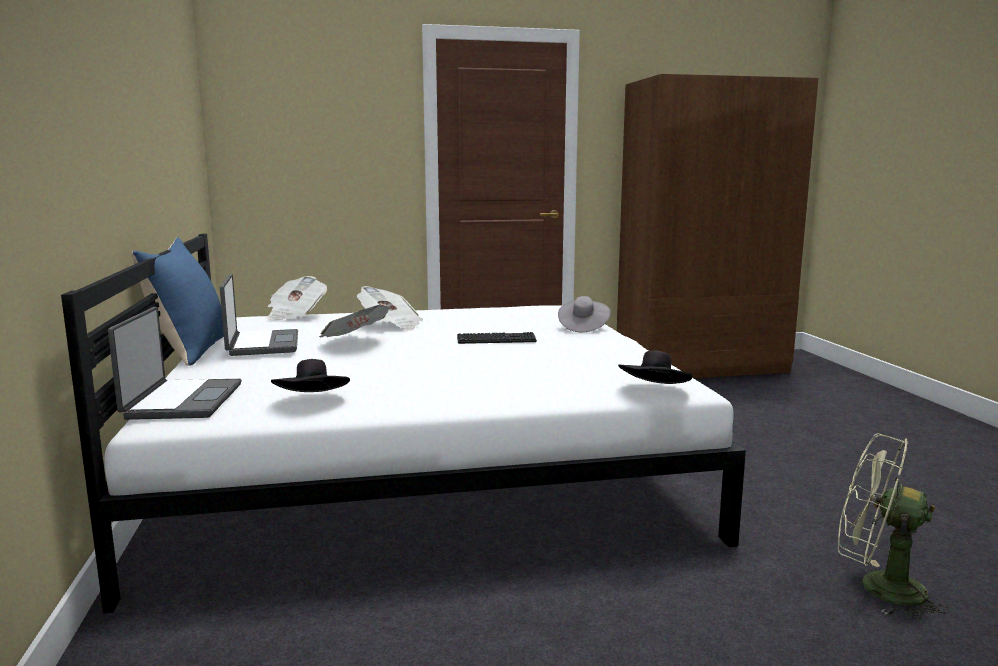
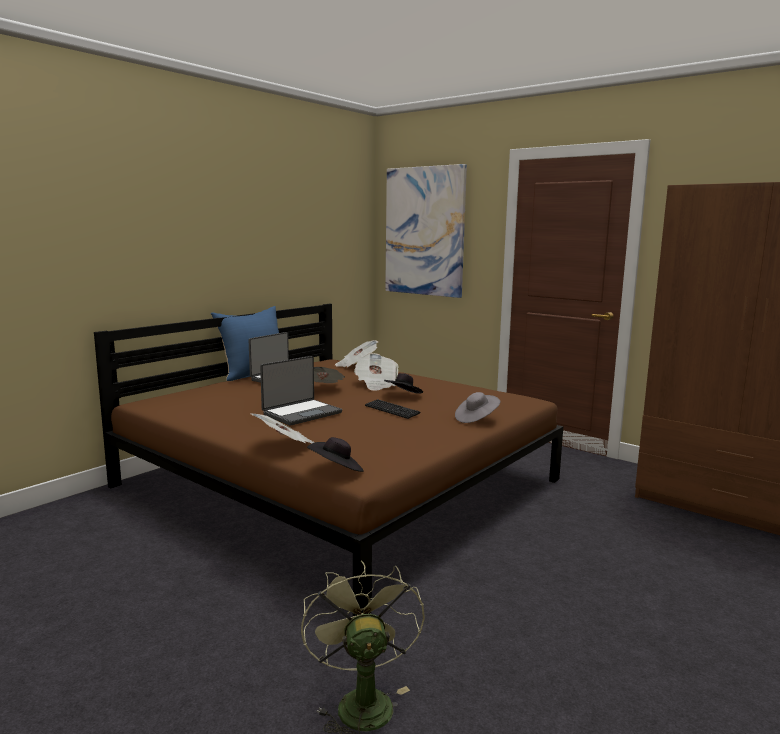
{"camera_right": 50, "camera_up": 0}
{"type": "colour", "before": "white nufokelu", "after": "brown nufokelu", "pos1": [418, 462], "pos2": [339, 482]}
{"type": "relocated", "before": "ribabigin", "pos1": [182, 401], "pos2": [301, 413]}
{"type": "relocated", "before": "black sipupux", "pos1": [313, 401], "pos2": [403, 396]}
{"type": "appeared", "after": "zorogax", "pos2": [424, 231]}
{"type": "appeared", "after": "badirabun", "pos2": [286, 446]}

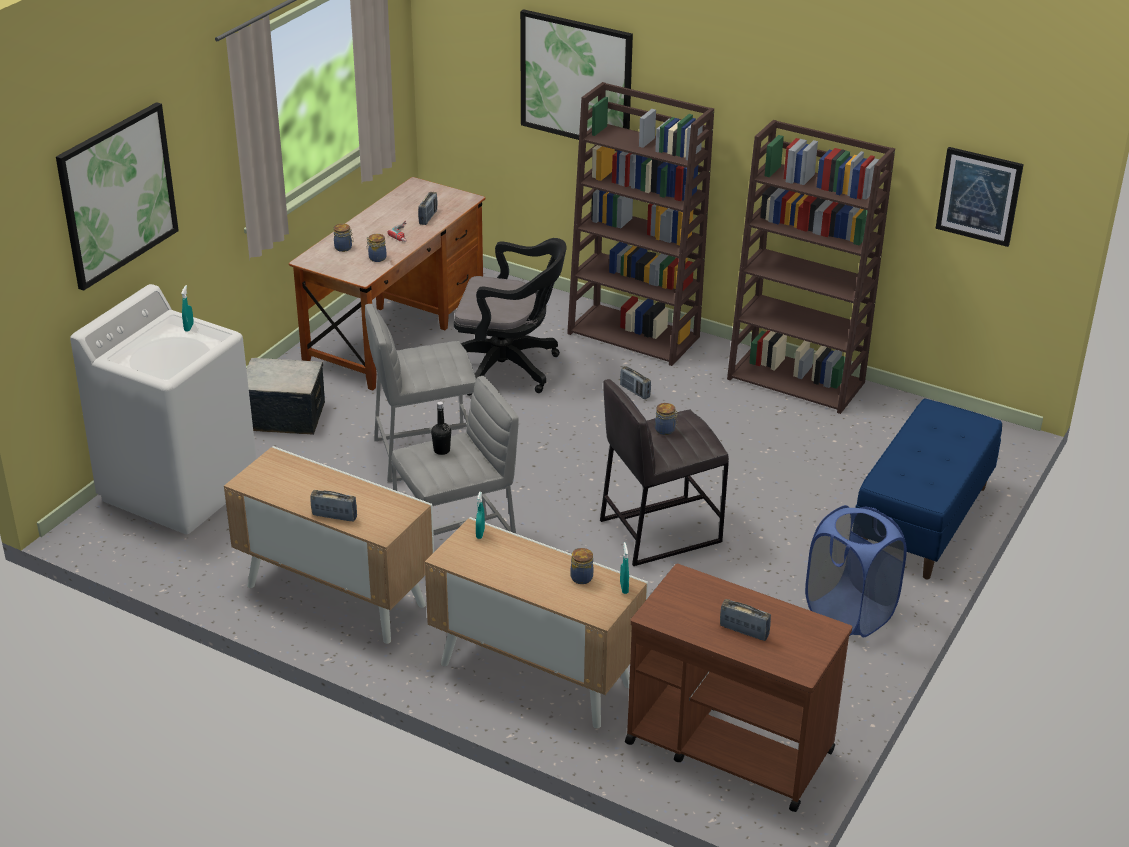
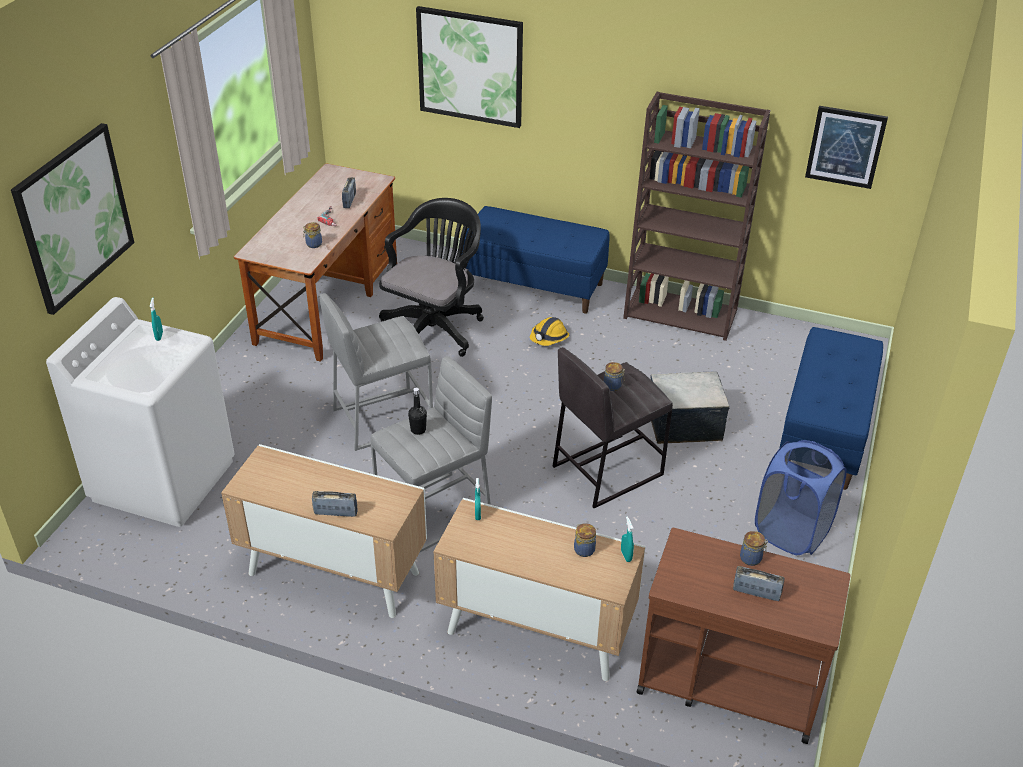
{"camera_right": -10, "camera_up": 5}
{"type": "exchanged", "before": "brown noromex", "after": "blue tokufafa", "pos1": [635, 335], "pos2": [535, 285]}
{"type": "relocated", "before": "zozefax", "pos1": [344, 248], "pos2": [751, 558]}
{"type": "spun", "before": "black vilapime", "pos1": [508, 368], "pos2": [435, 327], "turn": -60}
{"type": "relocated", "before": "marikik", "pos1": [284, 416], "pos2": [684, 424]}
{"type": "exchanged", "before": "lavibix", "after": "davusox", "pos1": [634, 391], "pos2": [549, 338]}

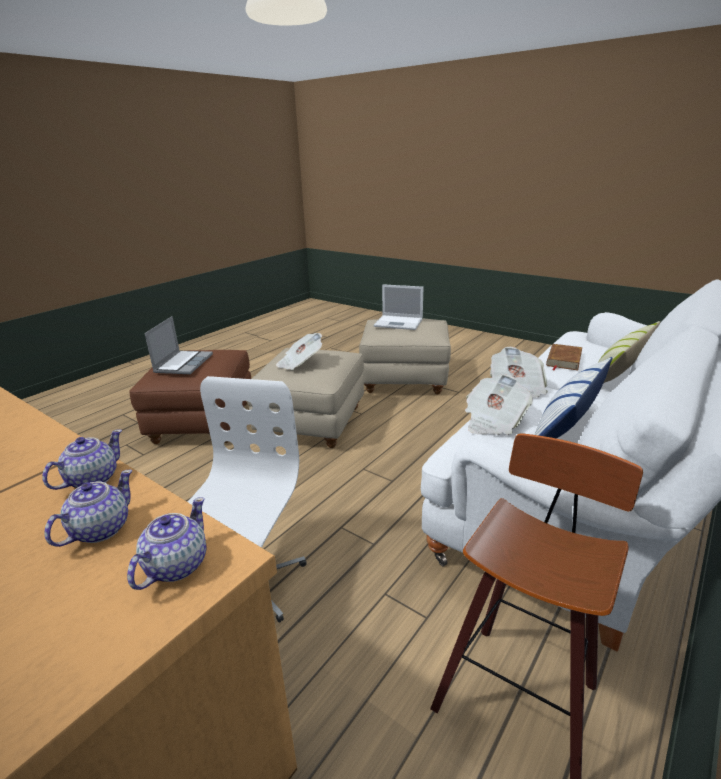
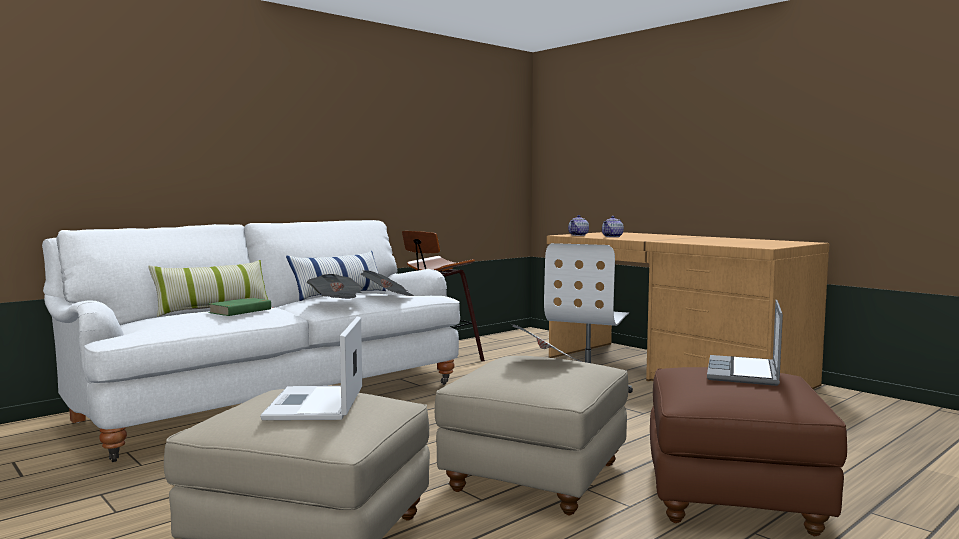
{"camera_right": -170, "camera_up": -20}
{"type": "spun", "before": "ribabigin", "pos1": [399, 323], "pos2": [315, 405], "turn": -120}
{"type": "colour", "before": "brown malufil", "after": "green malufil", "pos1": [563, 360], "pos2": [240, 311]}
{"type": "missing", "before": "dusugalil", "pos1": [92, 479]}

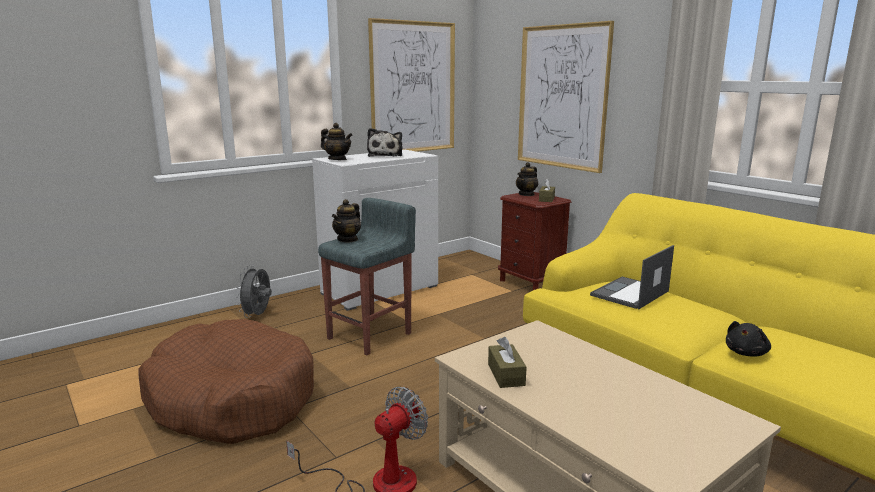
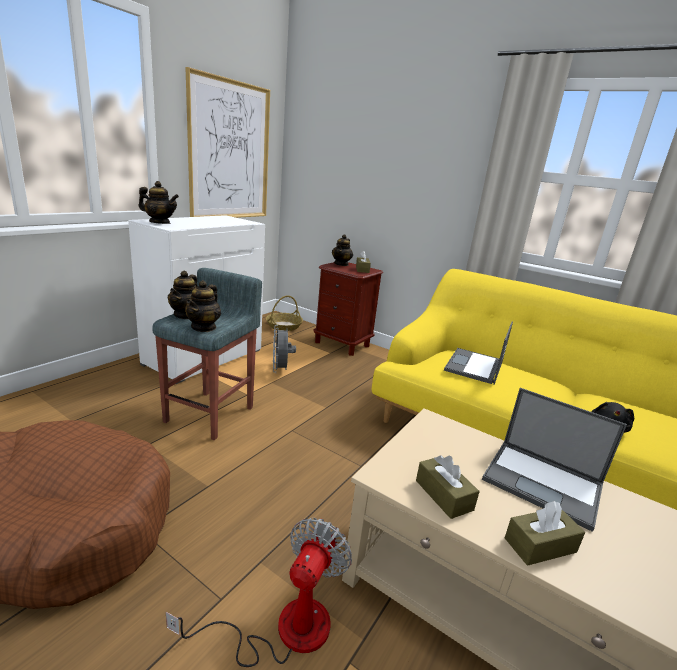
{"camera_right": -20, "camera_up": 5}
{"type": "missing", "before": "zorogax", "pos1": [562, 97]}
{"type": "missing", "before": "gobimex", "pos1": [386, 155]}
{"type": "relocated", "before": "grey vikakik", "pos1": [258, 315], "pos2": [280, 370]}
{"type": "appeared", "after": "dusugalil", "pos2": [204, 327]}
{"type": "appeared", "after": "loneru", "pos2": [284, 326]}
{"type": "appeared", "after": "ribabigin", "pos2": [544, 483]}
{"type": "appeared", "after": "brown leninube", "pos2": [540, 545]}

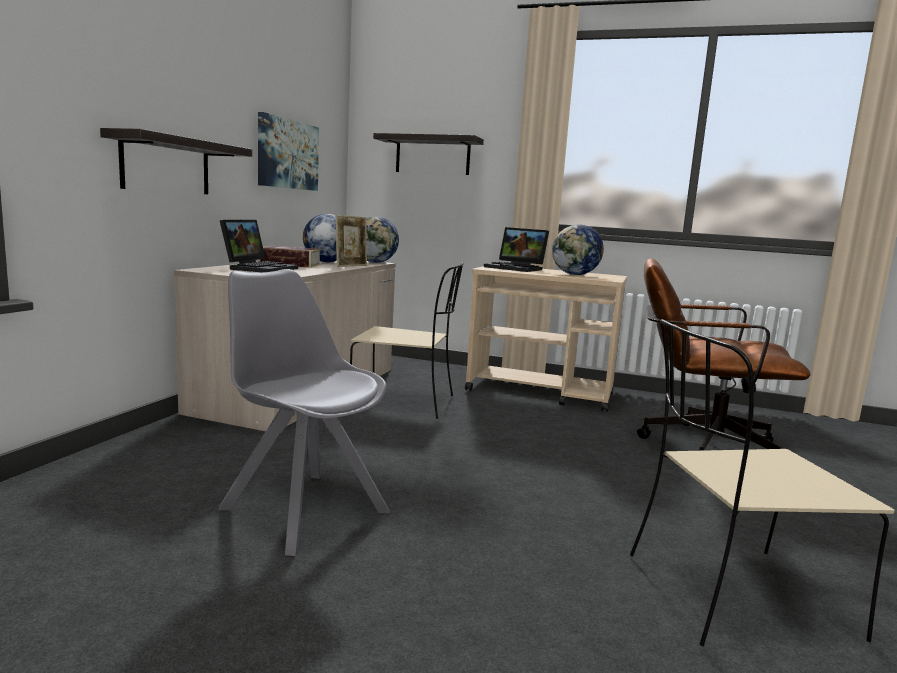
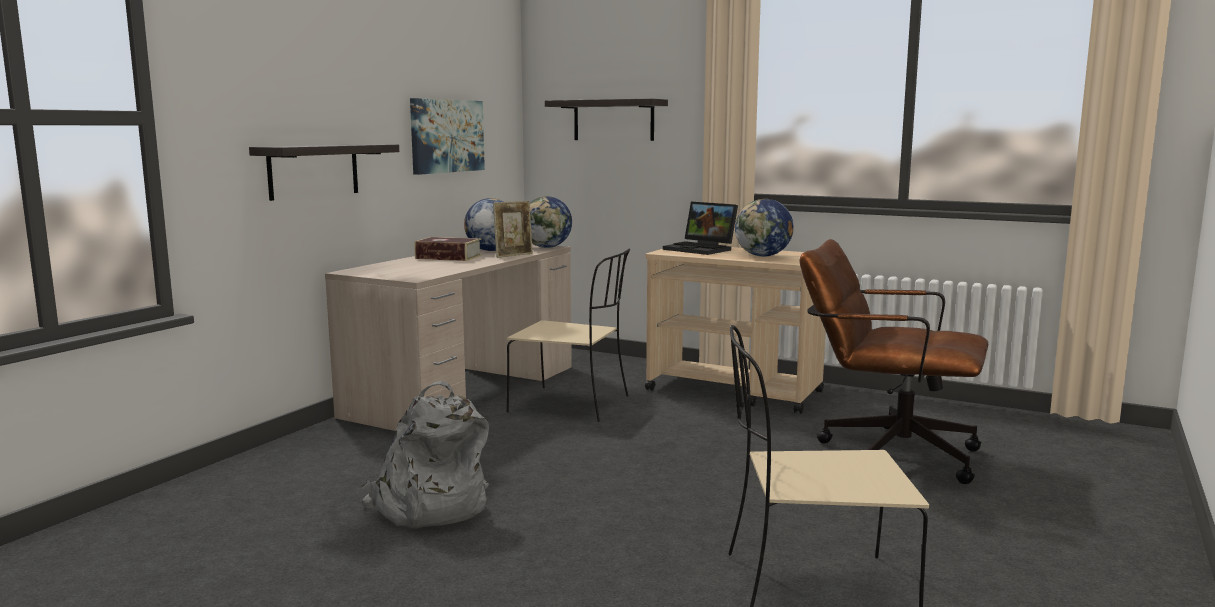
{"camera_right": 10, "camera_up": 0}
{"type": "missing", "before": "ribabigin", "pos1": [259, 268]}
{"type": "exchanged", "before": "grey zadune", "after": "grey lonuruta", "pos1": [302, 508], "pos2": [429, 507]}

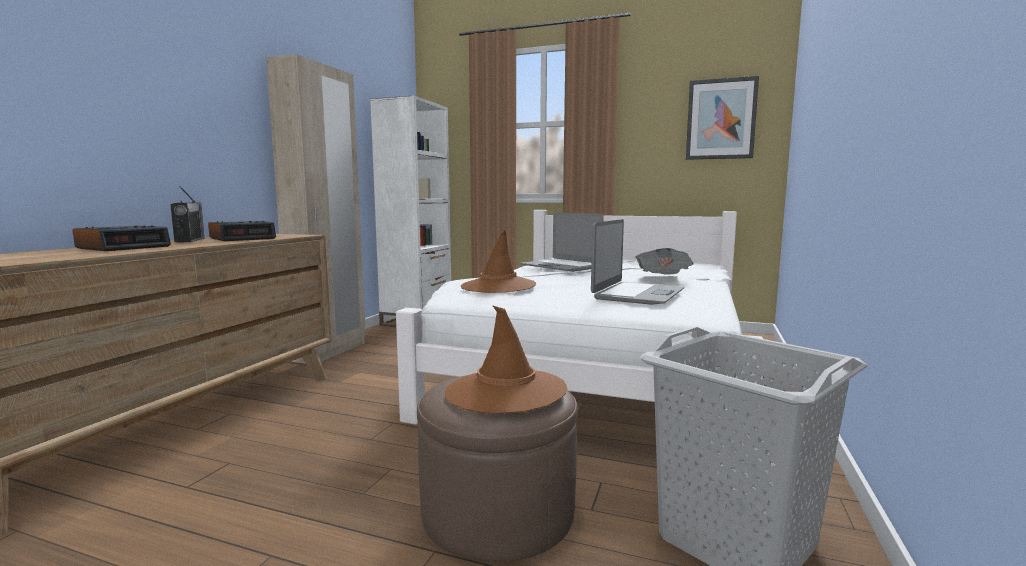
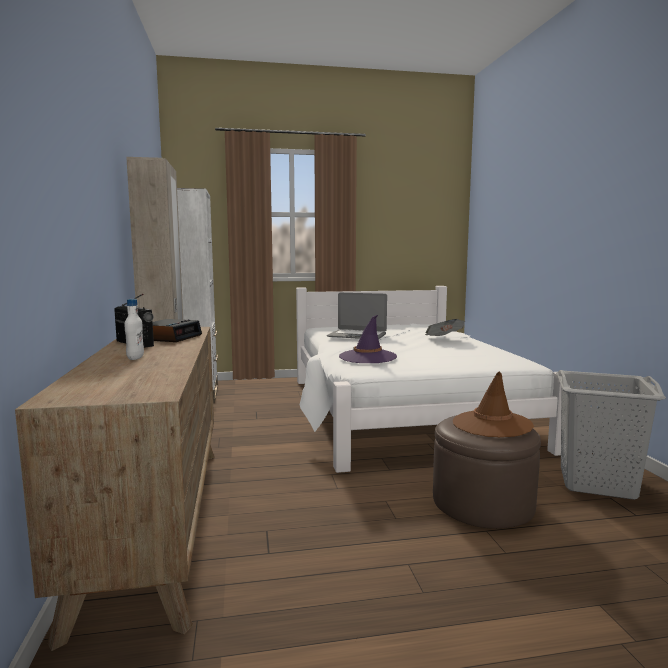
{"camera_right": -30, "camera_up": 0}
{"type": "missing", "before": "zorogax", "pos1": [721, 119]}
{"type": "missing", "before": "ribabigin", "pos1": [637, 294]}
{"type": "exchanged", "before": "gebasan", "after": "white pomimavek", "pos1": [124, 247], "pos2": [135, 358]}
{"type": "colour", "before": "brown sipupux", "after": "purple sipupux", "pos1": [498, 286], "pos2": [367, 357]}

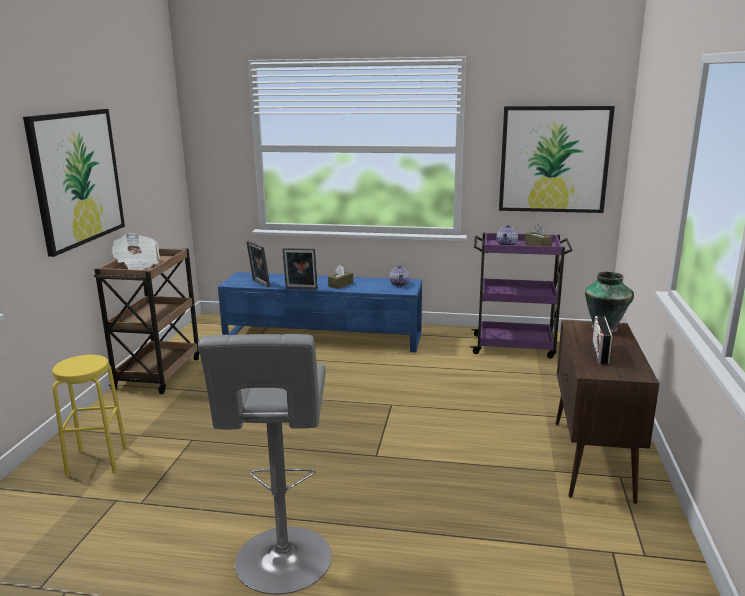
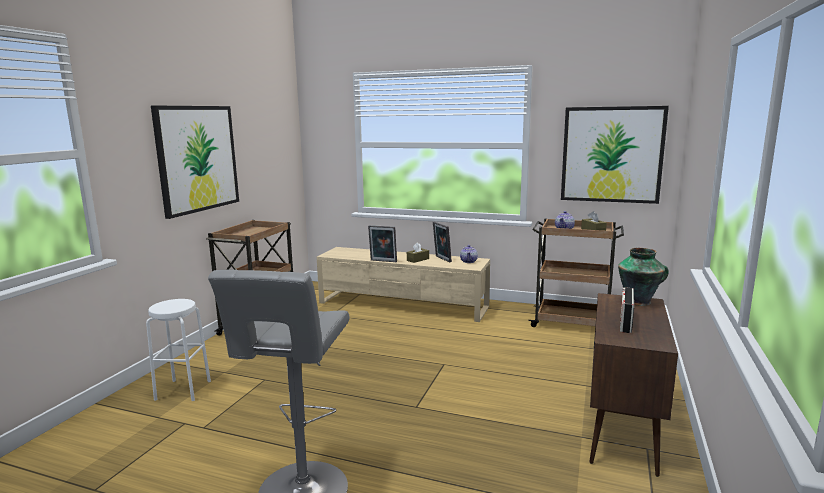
{"camera_right": 10, "camera_up": -5}
{"type": "missing", "before": "badirabun", "pos1": [137, 265]}
{"type": "colour", "before": "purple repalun", "after": "brown repalun", "pos1": [515, 346], "pos2": [572, 323]}
{"type": "relocated", "before": "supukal", "pos1": [259, 283], "pos2": [442, 259]}
{"type": "colour", "before": "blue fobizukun", "after": "beige fobizukun", "pos1": [324, 337], "pos2": [403, 305]}
{"type": "colour", "before": "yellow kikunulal", "after": "white kikunulal", "pos1": [97, 461], "pos2": [183, 390]}

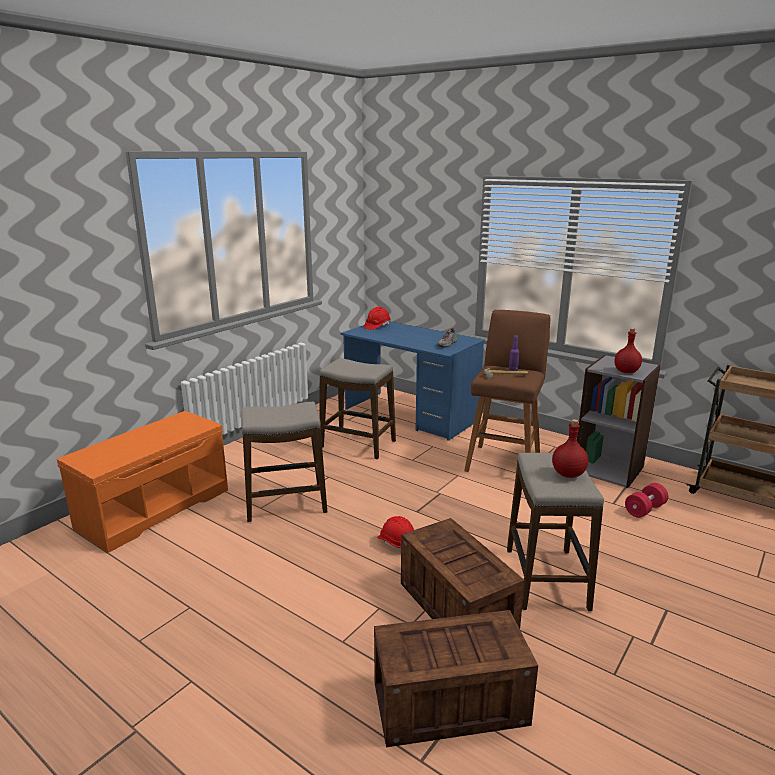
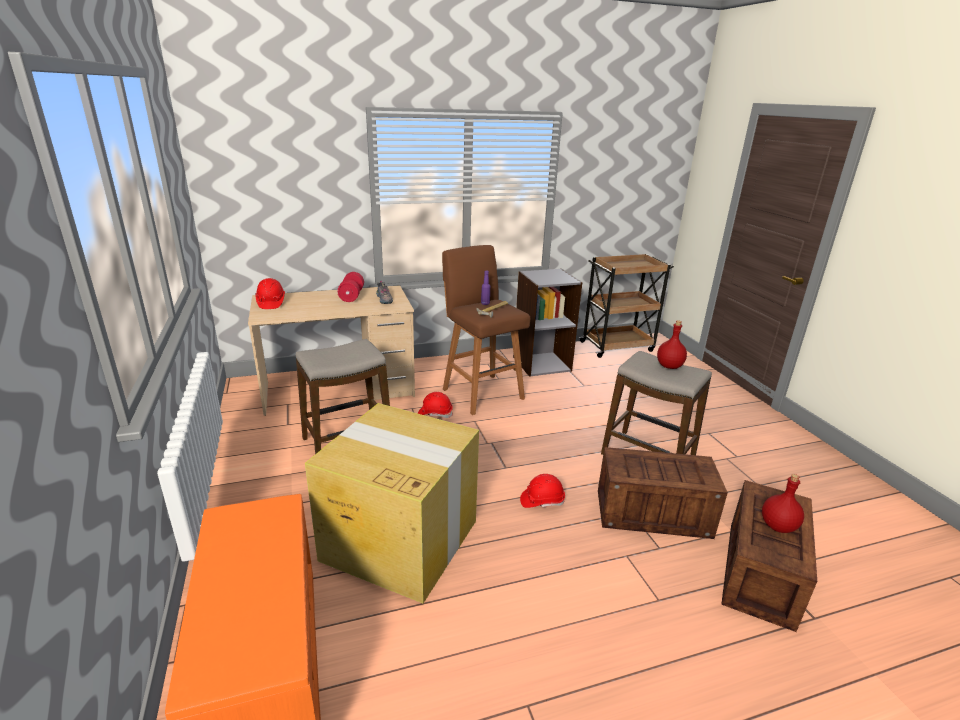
{"camera_right": -55, "camera_up": 5}
{"type": "colour", "before": "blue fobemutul", "after": "beige fobemutul", "pos1": [410, 415], "pos2": [339, 390]}
{"type": "relocated", "before": "red pomimavek", "pos1": [626, 371], "pos2": [777, 526]}
{"type": "exchanged", "before": "kikunulal", "after": "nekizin", "pos1": [286, 503], "pos2": [399, 539]}
{"type": "relocated", "before": "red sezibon", "pos1": [645, 509], "pos2": [351, 296]}
{"type": "appeared", "after": "red davusox", "pos2": [435, 413]}

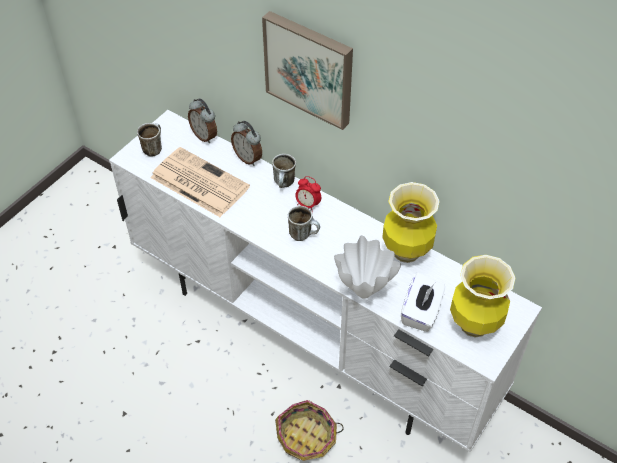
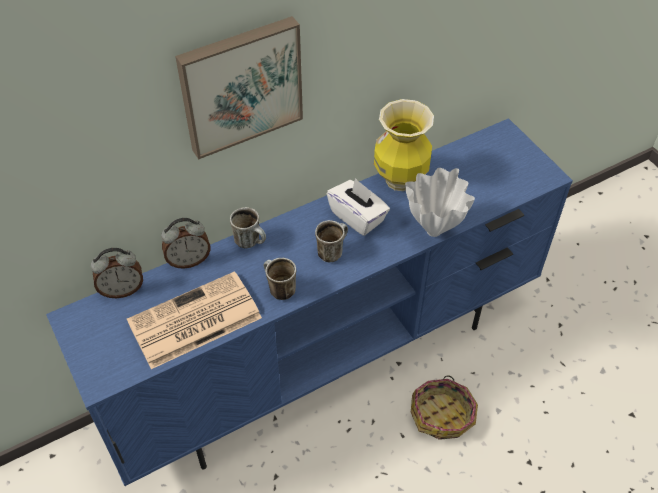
{"camera_right": -65, "camera_up": 0}
{"type": "colour", "before": "white fobizukun", "after": "blue fobizukun", "pos1": [312, 336], "pos2": [329, 362]}
{"type": "relocated", "before": "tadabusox", "pos1": [153, 148], "pos2": [278, 289]}
{"type": "missing", "before": "gebasan", "pos1": [307, 205]}
{"type": "missing", "before": "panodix", "pos1": [473, 325]}
{"type": "relocated", "before": "white leninube", "pos1": [421, 312], "pos2": [357, 217]}

